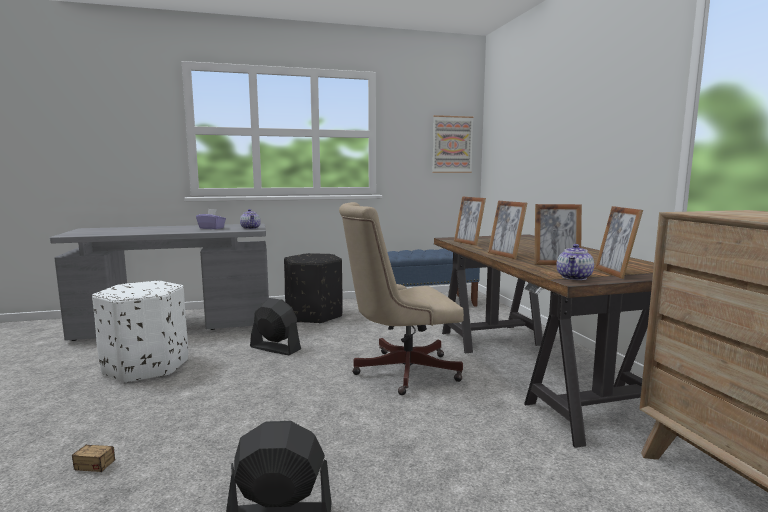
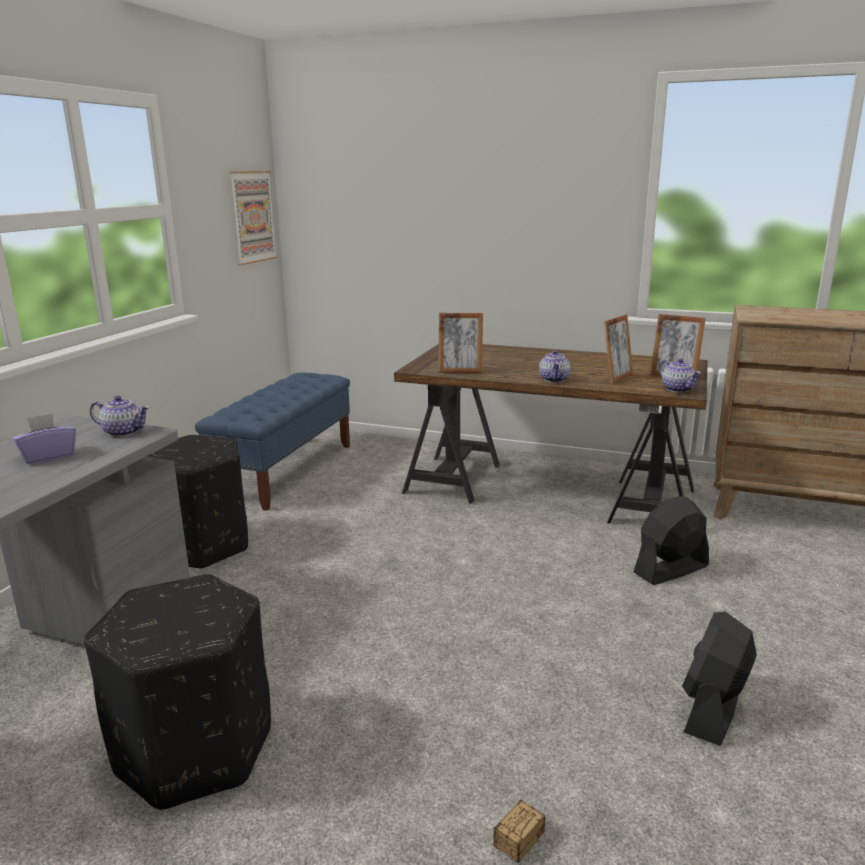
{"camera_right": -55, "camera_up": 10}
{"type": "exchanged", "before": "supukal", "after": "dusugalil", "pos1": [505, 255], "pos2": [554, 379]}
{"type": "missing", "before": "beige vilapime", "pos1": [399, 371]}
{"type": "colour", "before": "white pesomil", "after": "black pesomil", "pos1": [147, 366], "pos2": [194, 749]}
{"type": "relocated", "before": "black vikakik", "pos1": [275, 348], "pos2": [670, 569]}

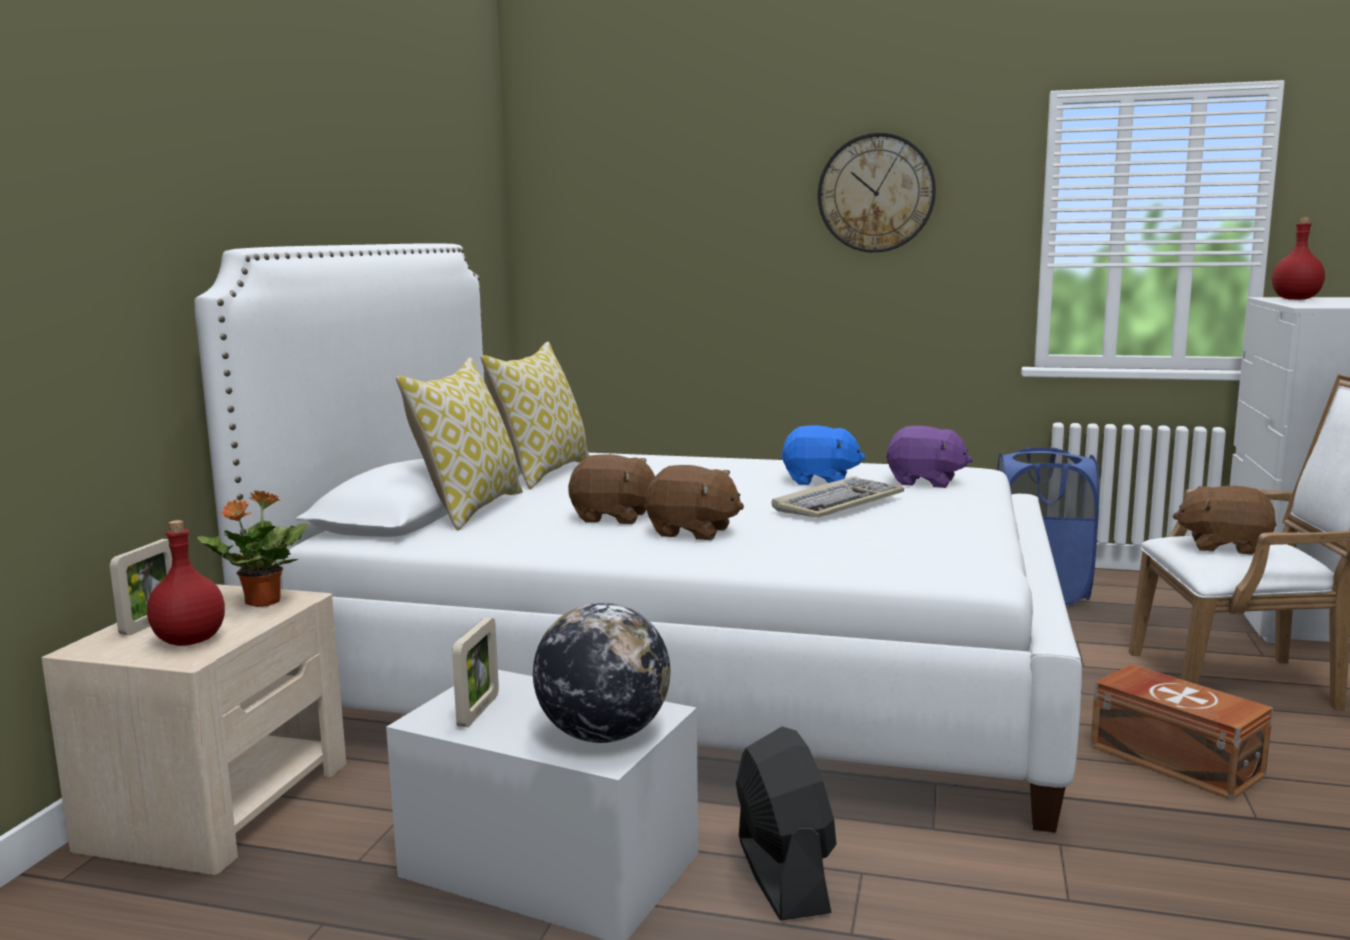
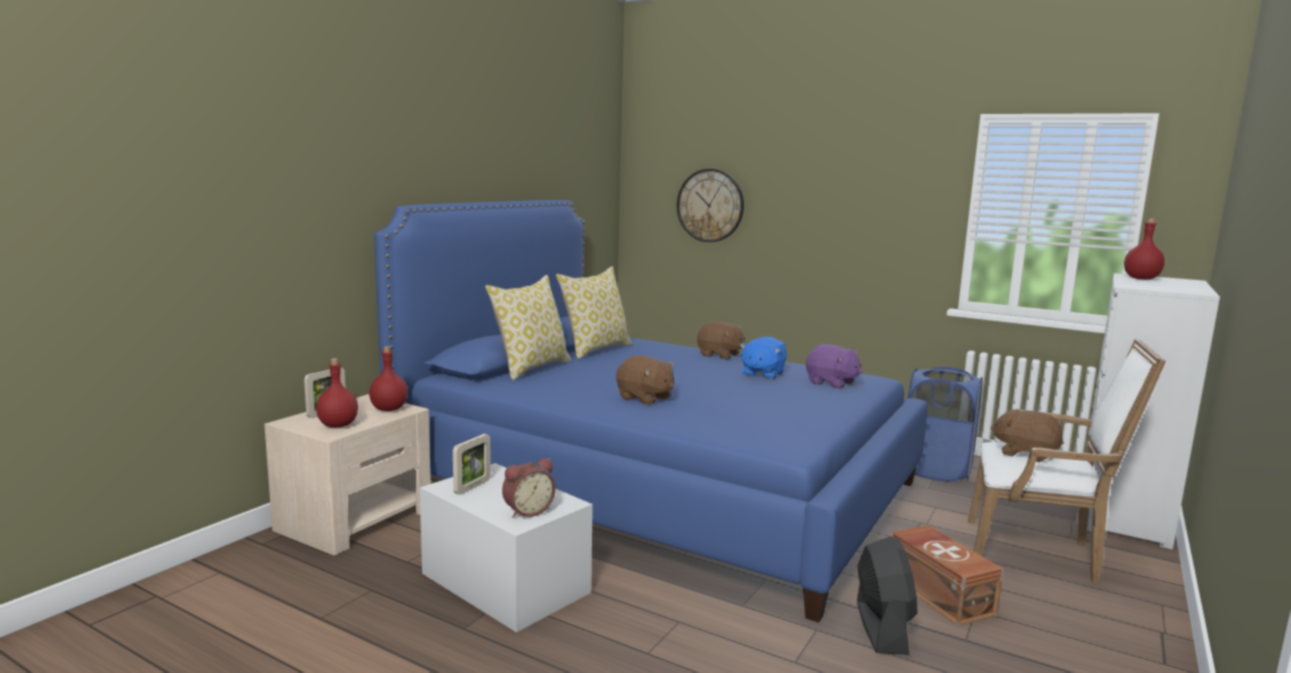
{"camera_right": 15, "camera_up": 0}
{"type": "relocated", "before": "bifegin", "pos1": [876, 193], "pos2": [710, 205]}
{"type": "colour", "before": "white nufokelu", "after": "blue nufokelu", "pos1": [684, 668], "pos2": [657, 484]}
{"type": "spun", "before": "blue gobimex", "pos1": [820, 481], "pos2": [762, 374], "turn": 90}
{"type": "relocated", "before": "brown gobimex", "pos1": [613, 517], "pos2": [720, 355]}
{"type": "missing", "before": "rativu", "pos1": [838, 503]}
{"type": "exchanged", "before": "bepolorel", "after": "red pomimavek", "pos1": [261, 602], "pos2": [388, 409]}
{"type": "exchanged", "before": "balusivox", "after": "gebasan", "pos1": [603, 735], "pos2": [527, 511]}
{"type": "relocated", "before": "black vikakik", "pos1": [782, 874], "pos2": [881, 627]}

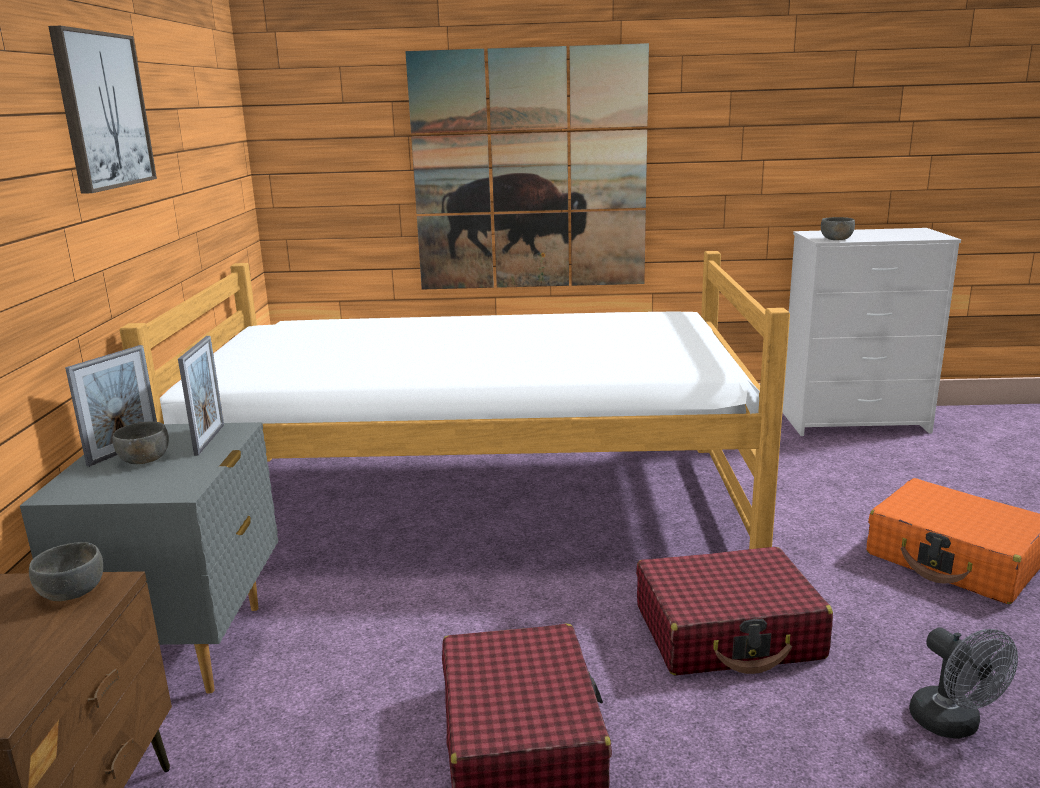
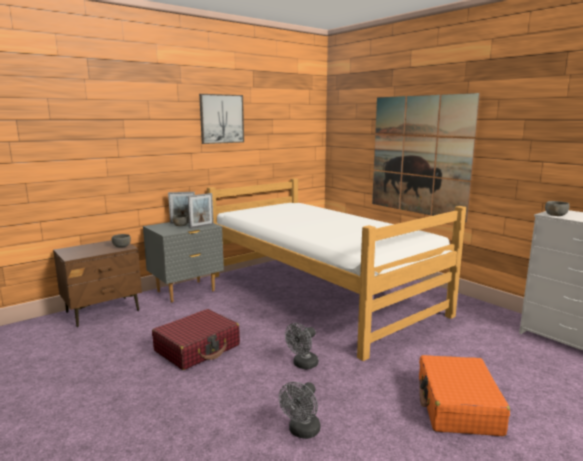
{"camera_right": 50, "camera_up": -5}
{"type": "exchanged", "before": "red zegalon", "after": "grey vikakik", "pos1": [728, 632], "pos2": [303, 365]}

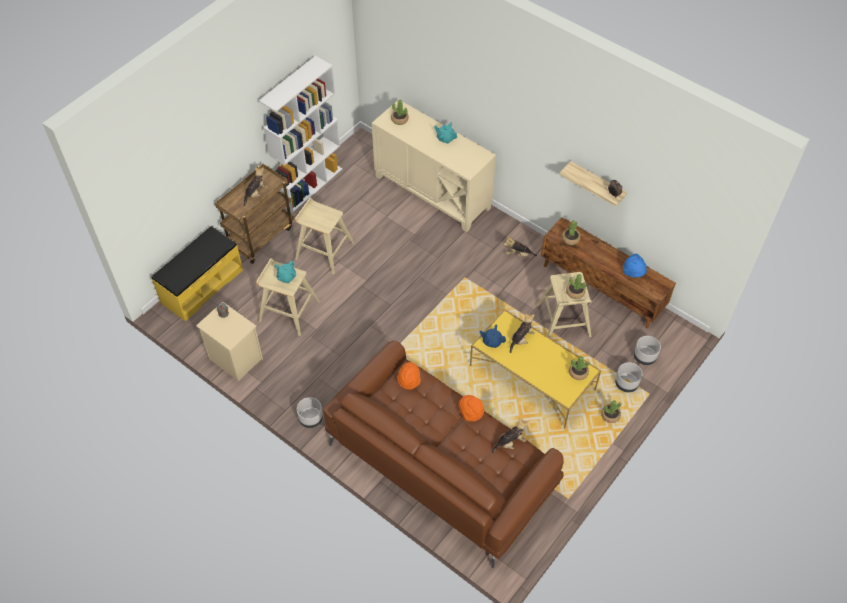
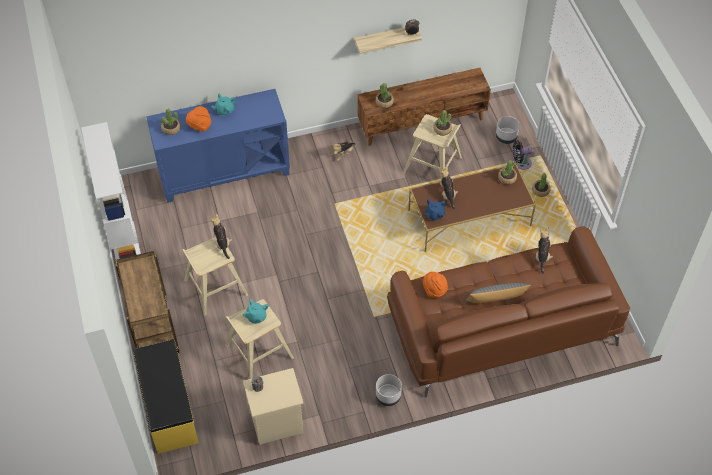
{"camera_right": -55, "camera_up": 0}
{"type": "colour", "before": "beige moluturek", "after": "blue moluturek", "pos1": [433, 192], "pos2": [224, 172]}
{"type": "relocated", "before": "gobimex", "pos1": [256, 193], "pos2": [222, 243]}
{"type": "missing", "before": "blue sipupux", "pos1": [633, 273]}
{"type": "colour", "before": "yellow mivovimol", "after": "brown mivovimol", "pos1": [531, 377], "pos2": [468, 218]}
{"type": "exchanged", "before": "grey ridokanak", "after": "black vikakik", "pos1": [626, 384], "pos2": [521, 163]}
{"type": "relocated", "before": "orange sipupux", "pos1": [470, 413], "pos2": [199, 126]}
{"type": "appeared", "after": "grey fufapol", "pos2": [495, 299]}

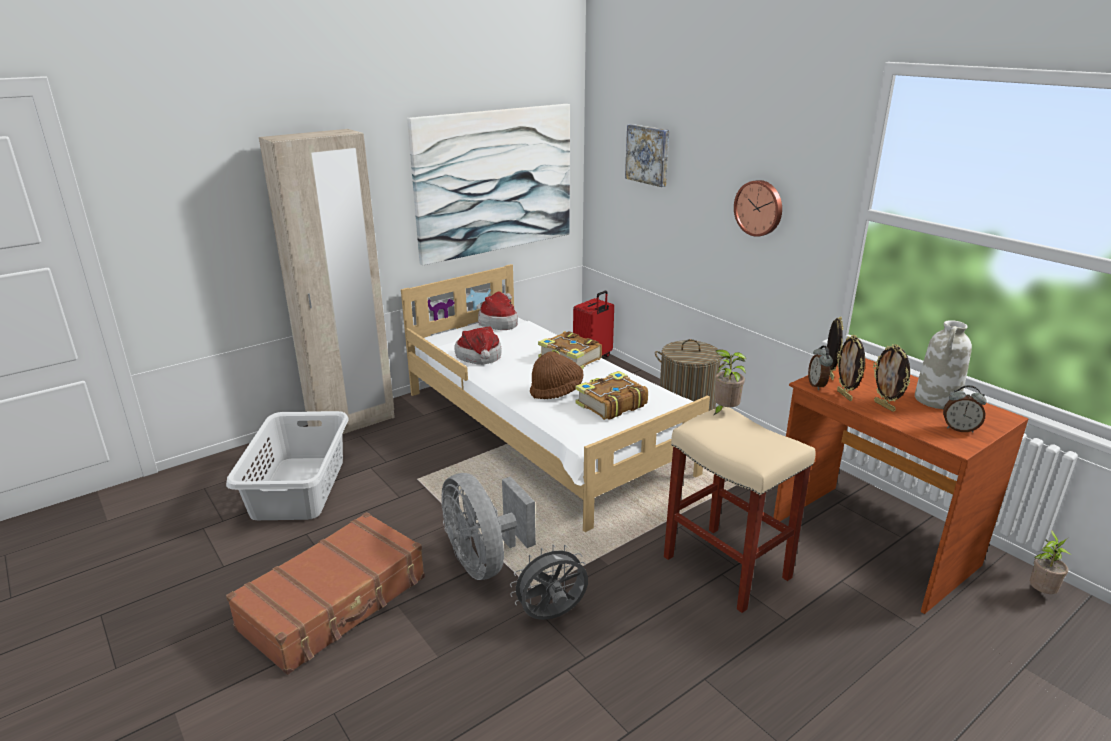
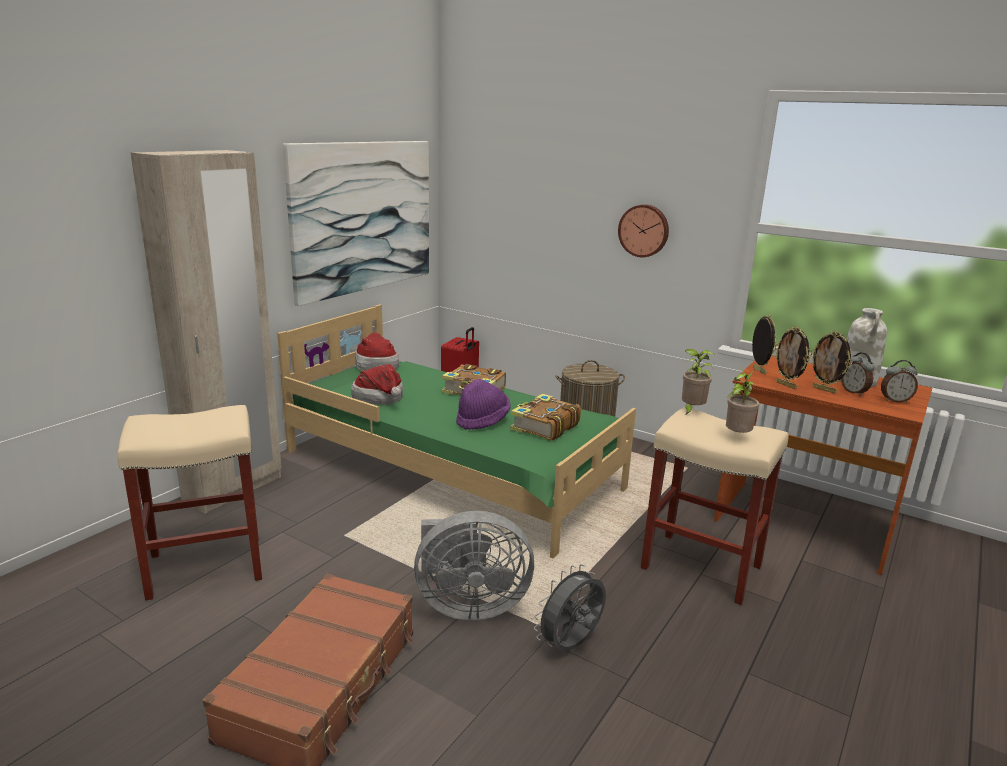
{"camera_right": -20, "camera_up": -5}
{"type": "missing", "before": "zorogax", "pos1": [648, 154]}
{"type": "colour", "before": "white nufokelu", "after": "green nufokelu", "pos1": [545, 431], "pos2": [454, 469]}
{"type": "relocated", "before": "gebasan", "pos1": [817, 385], "pos2": [854, 392]}
{"type": "colour", "before": "brown sipupux", "after": "purple sipupux", "pos1": [556, 391], "pos2": [482, 421]}
{"type": "exchanged", "before": "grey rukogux", "after": "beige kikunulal", "pos1": [298, 488], "pos2": [204, 567]}
{"type": "spun", "before": "grey vikakik", "pos1": [484, 561], "pos2": [468, 605], "turn": -45}
{"type": "relocated", "before": "bepolorel", "pos1": [1040, 592], "pos2": [736, 436]}

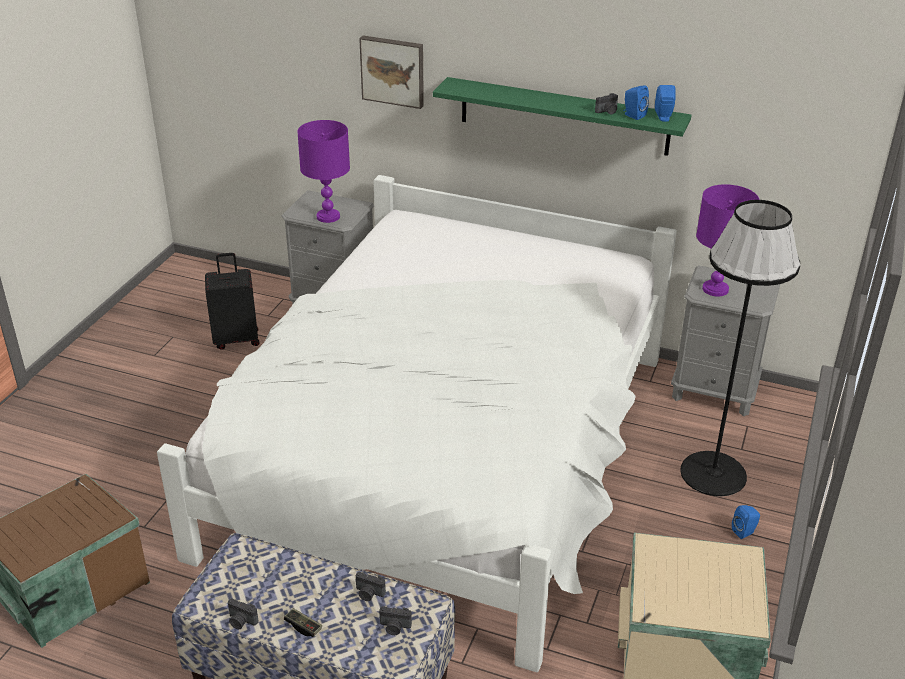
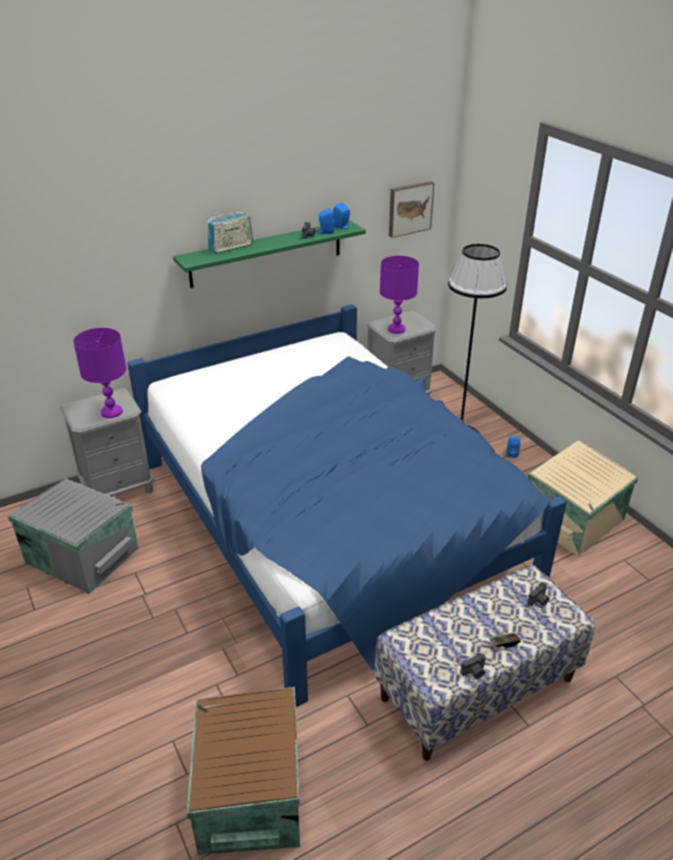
{"camera_right": -50, "camera_up": 0}
{"type": "relocated", "before": "zorogax", "pos1": [393, 70], "pos2": [409, 208]}
{"type": "colour", "before": "white nufokelu", "after": "blue nufokelu", "pos1": [445, 453], "pos2": [331, 521]}
{"type": "exchanged", "before": "black zegalon", "after": "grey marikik", "pos1": [236, 339], "pos2": [83, 554]}
{"type": "missing", "before": "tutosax", "pos1": [369, 594]}
{"type": "appeared", "after": "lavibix", "pos2": [231, 248]}

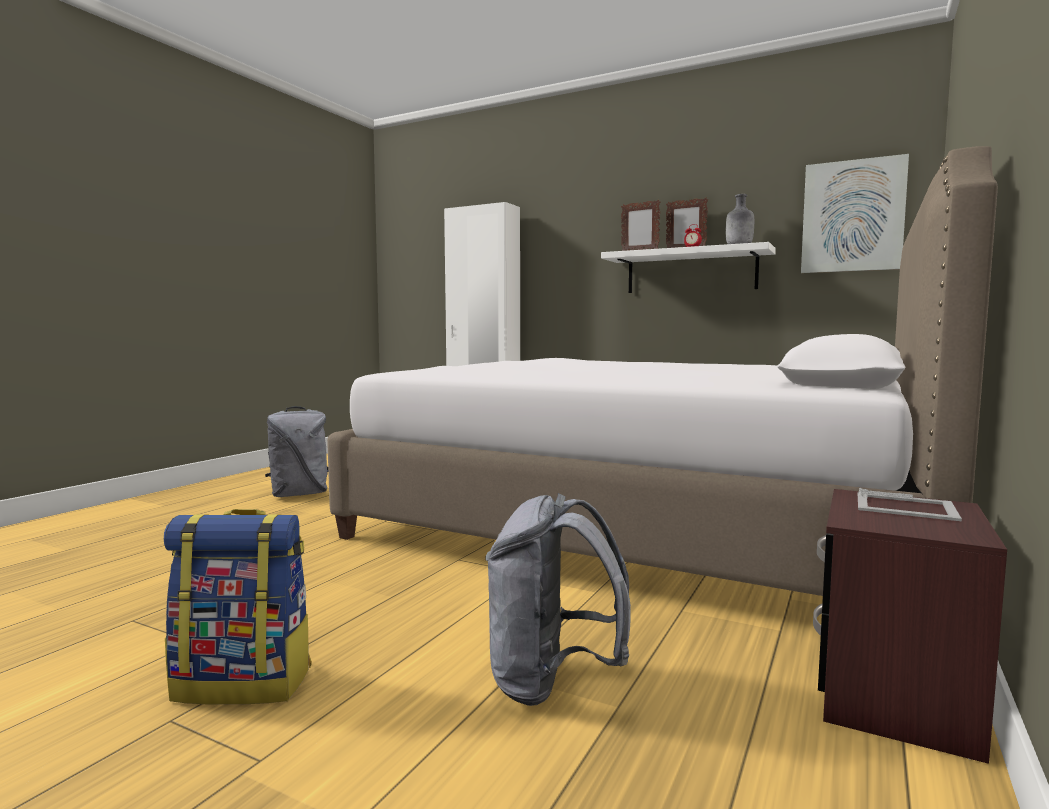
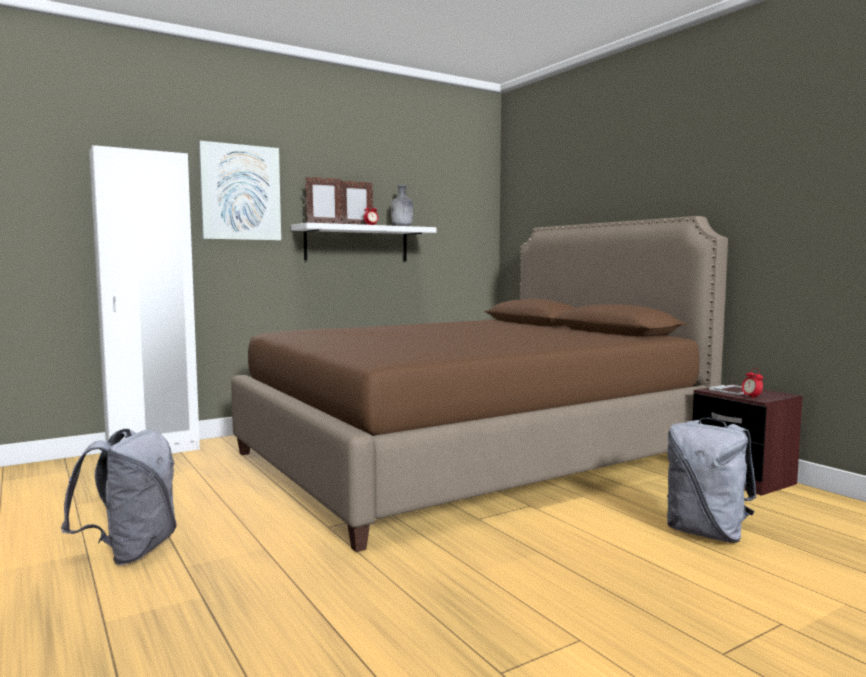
{"camera_right": -60, "camera_up": 0}
{"type": "colour", "before": "white nufokelu", "after": "brown nufokelu", "pos1": [643, 525], "pos2": [470, 457]}
{"type": "relocated", "before": "zorogax", "pos1": [852, 216], "pos2": [240, 192]}
{"type": "missing", "before": "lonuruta", "pos1": [245, 683]}
{"type": "appeared", "after": "gebasan", "pos2": [751, 397]}

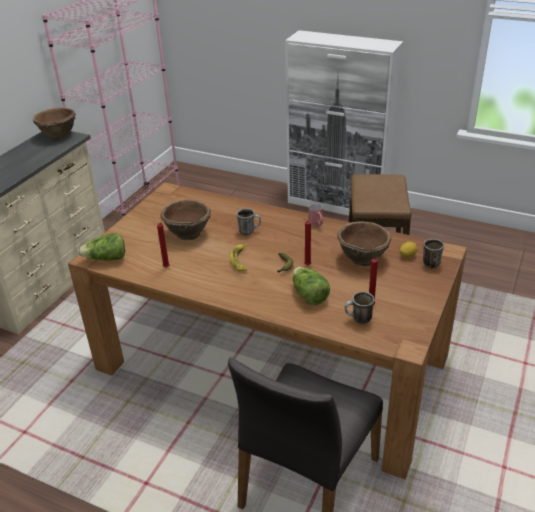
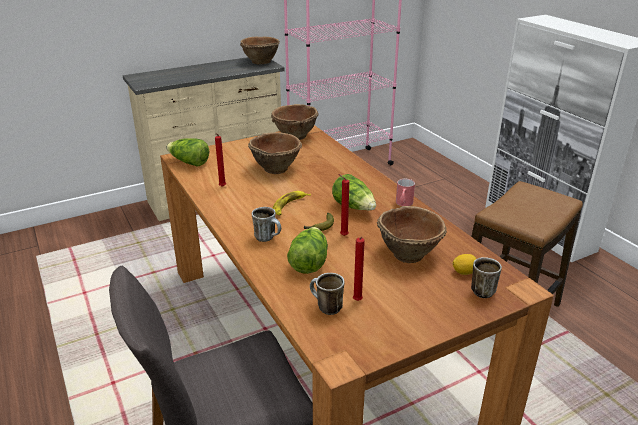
{"camera_right": 35, "camera_up": -5}
{"type": "relocated", "before": "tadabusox", "pos1": [249, 231], "pos2": [268, 238]}
{"type": "appeared", "after": "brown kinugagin", "pos2": [295, 136]}
{"type": "appeared", "after": "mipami", "pos2": [354, 207]}

